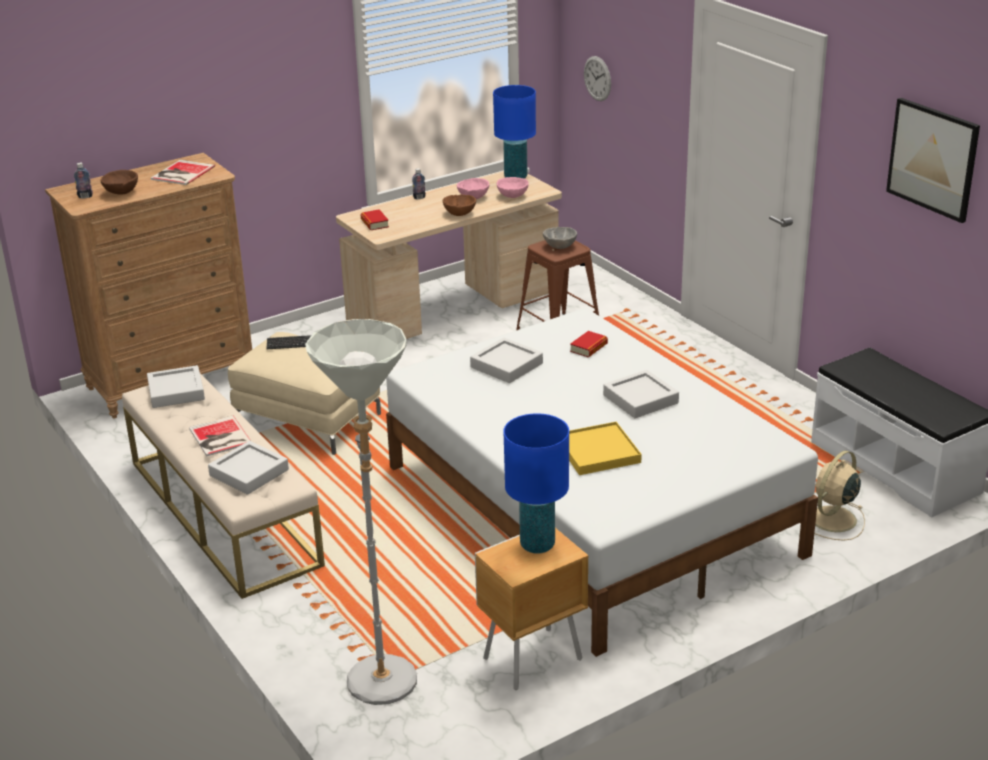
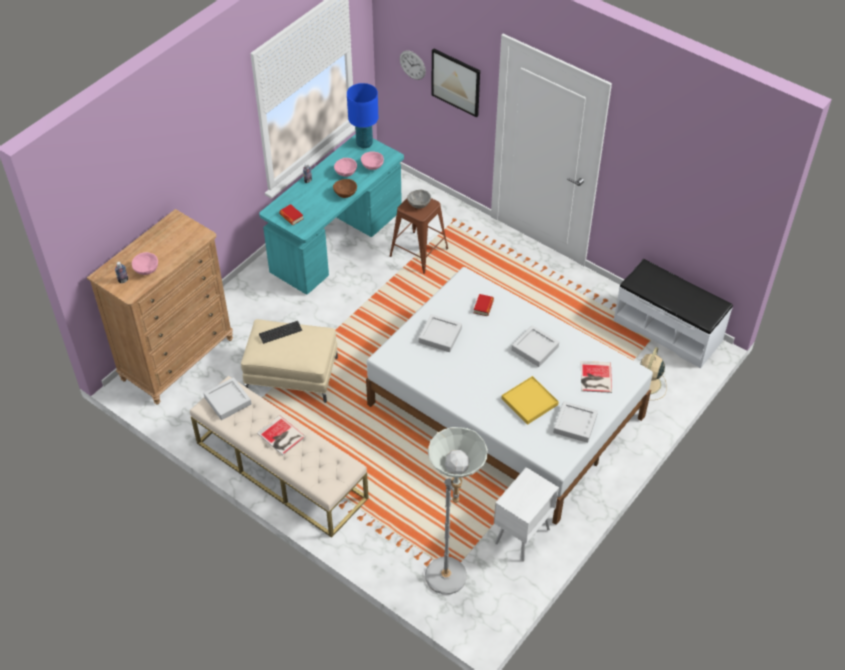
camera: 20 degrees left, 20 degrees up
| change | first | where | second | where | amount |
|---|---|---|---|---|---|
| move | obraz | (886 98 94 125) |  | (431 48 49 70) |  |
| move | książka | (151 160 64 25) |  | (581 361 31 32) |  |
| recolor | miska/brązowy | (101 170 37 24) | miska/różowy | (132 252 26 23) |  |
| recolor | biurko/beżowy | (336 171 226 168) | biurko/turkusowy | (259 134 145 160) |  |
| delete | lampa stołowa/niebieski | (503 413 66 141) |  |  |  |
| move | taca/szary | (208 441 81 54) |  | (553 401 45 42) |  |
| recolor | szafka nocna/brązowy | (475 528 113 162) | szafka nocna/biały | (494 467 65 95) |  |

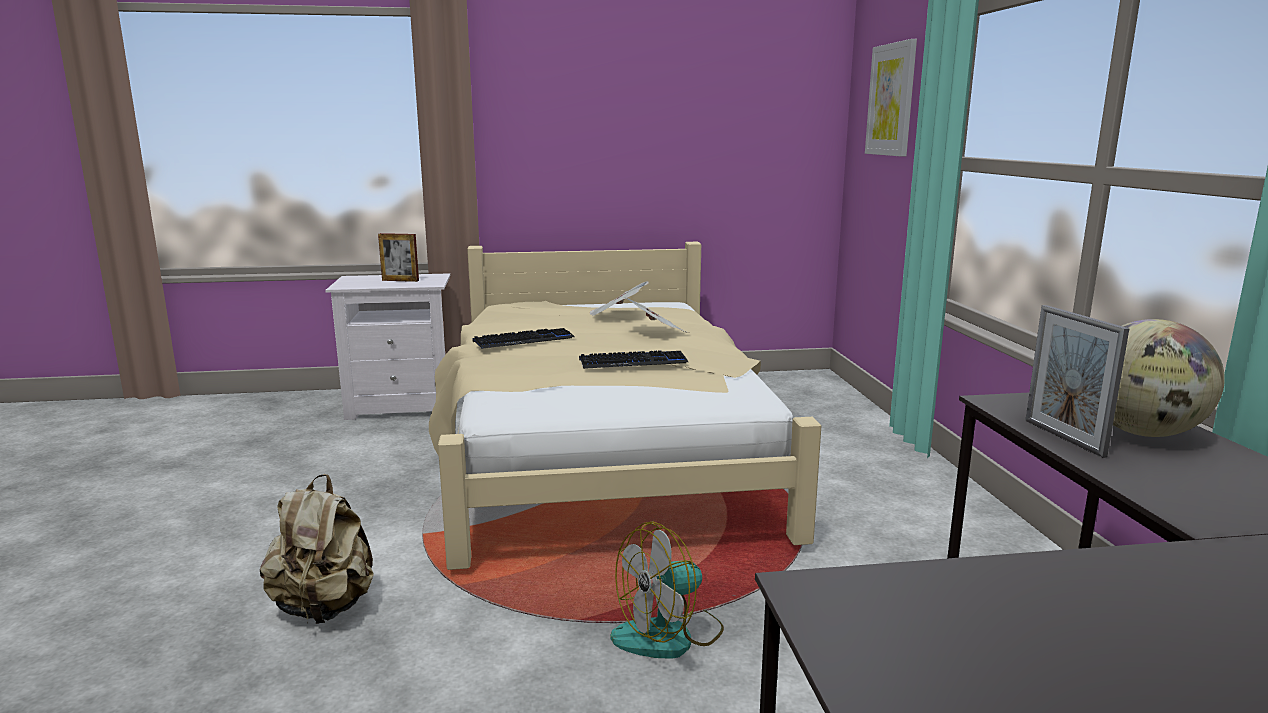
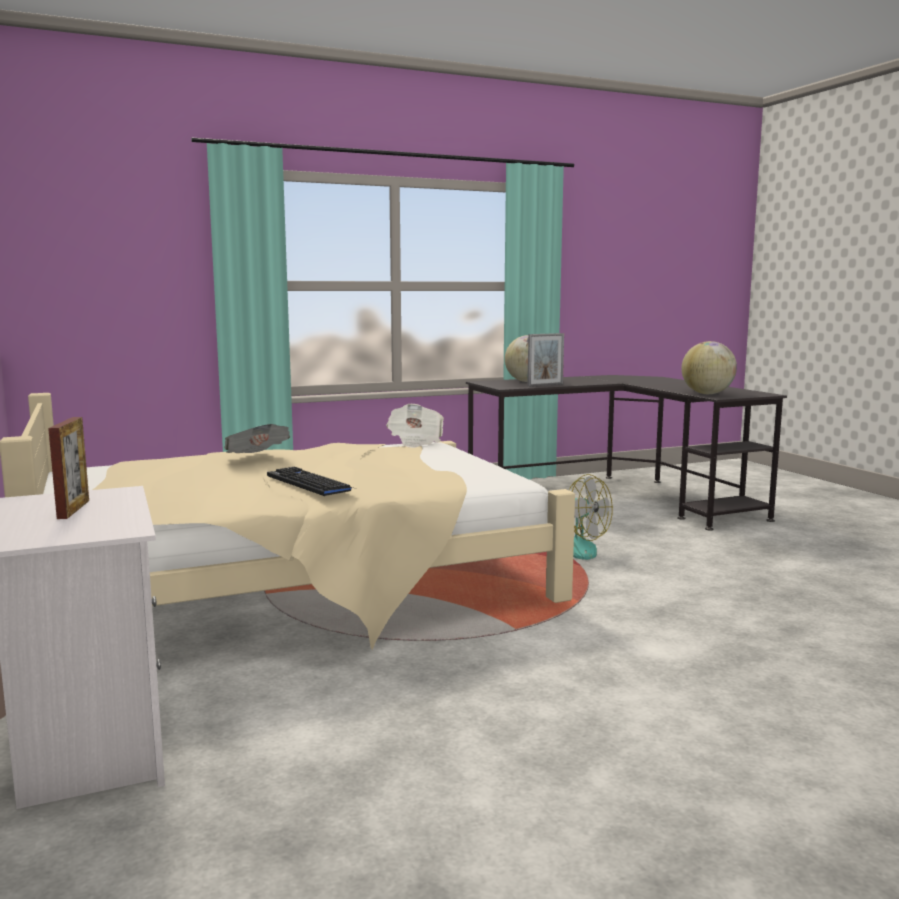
camera: 105 degrees left, 5 degrees down
| change | first | where | second | where | amount |
|---|---|---|---|---|---|
| delete | obraz | (865 39 52 118) |  |  |  |
| move | gazeta | (589 281 60 35) |  | (386 404 58 44) |  |
| delete | klawiatura | (579 350 109 19) |  |  |  |
| delete | plecak/beżowy | (260 474 114 150) |  |  |  |
| insert |  |  | globus | (681 341 56 53) |  |

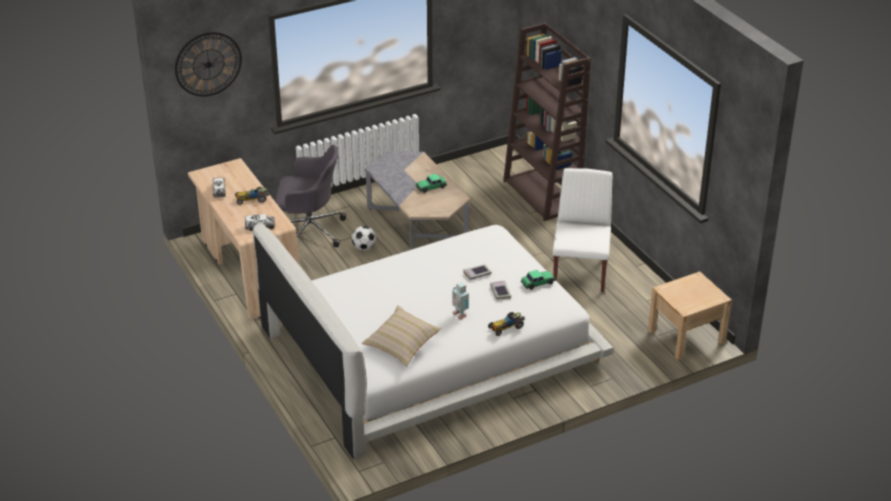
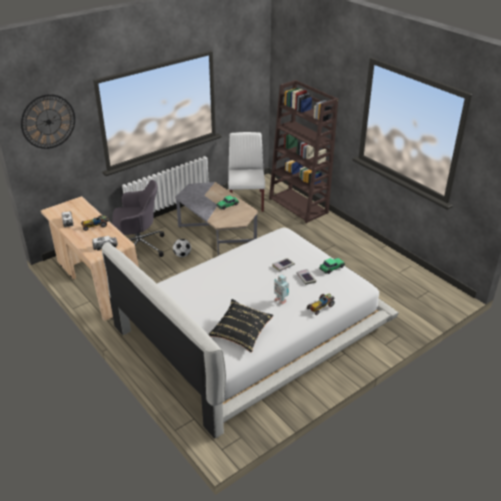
camera: 10 degrees left, 0 degrees up
| change | first | where | second | where | amount |
|---|---|---|---|---|---|
| move | krzesło/biały | (553 168 59 125) |  | (228 132 37 80) |  |
| delete | szafka nocna/beżowy | (648 271 84 89) |  |  |  |
| recolor | poduszka/beżowy | (362 305 79 62) | poduszka/czarny | (208 299 65 54) |  |

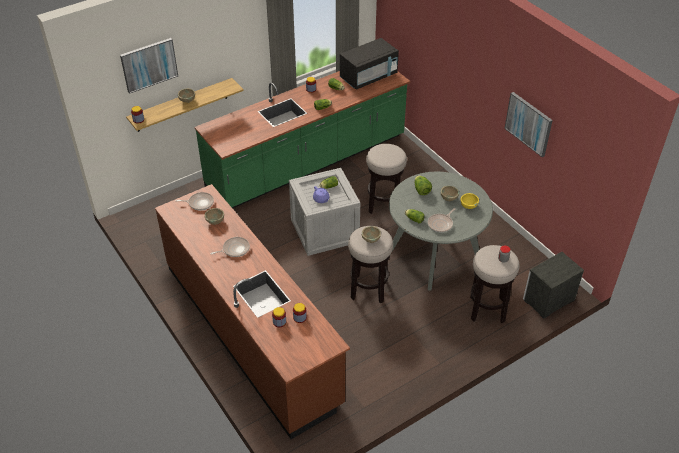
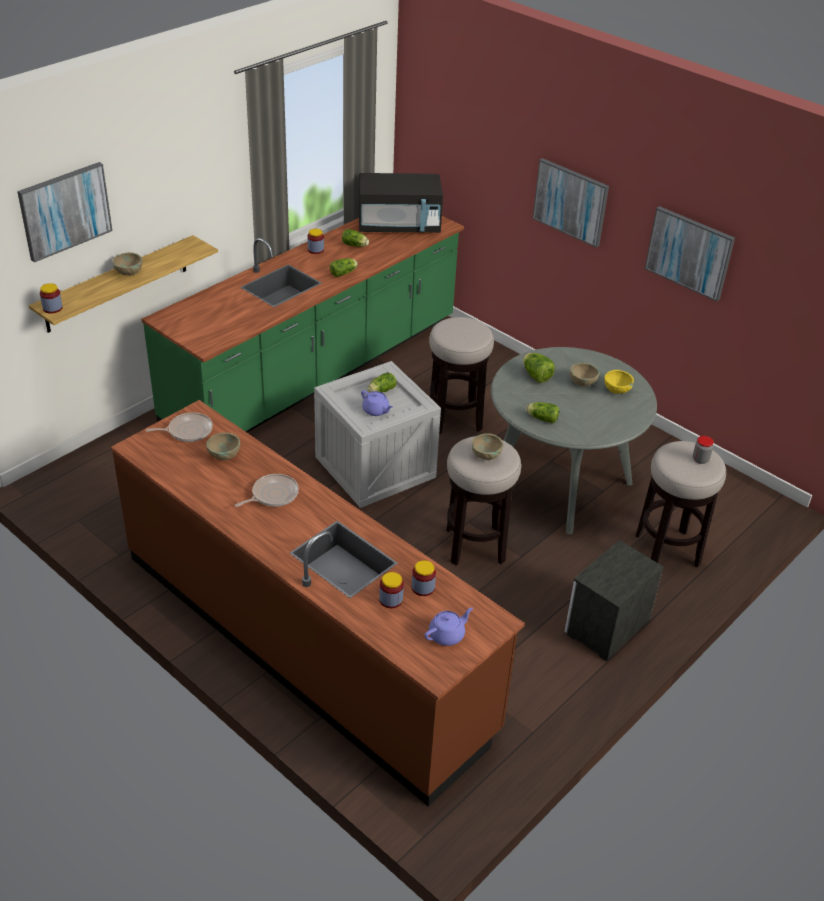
camera: 15 degrees left, 5 degrees down
| change | first | where | second | where | amount |
|---|---|---|---|---|---|
| rotate | mikrofalówka/czarny | (340 38 59 52) |  | (359 173 84 59) | 45 degrees clockwise |
| delete | patelnia | (428 208 27 24) |  |  |  |
| move | szafka nocna | (523 252 61 67) |  | (565 540 99 121) |  |
| insert |  |  | obraz | (532 158 77 90) |  |
| insert |  |  | imbryk/fioletowy | (425 608 48 38) |  |

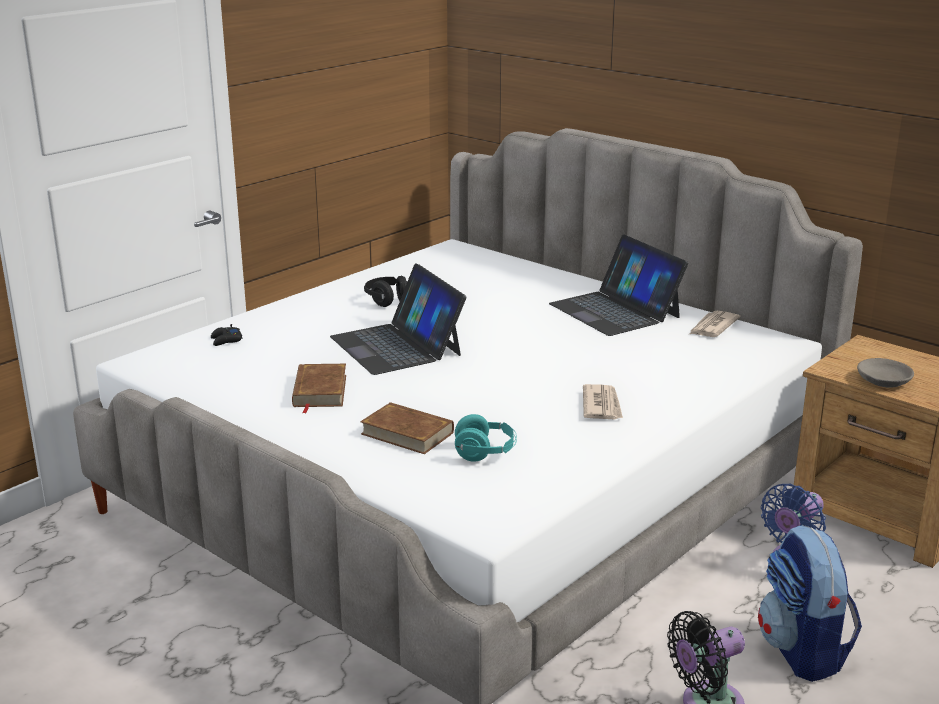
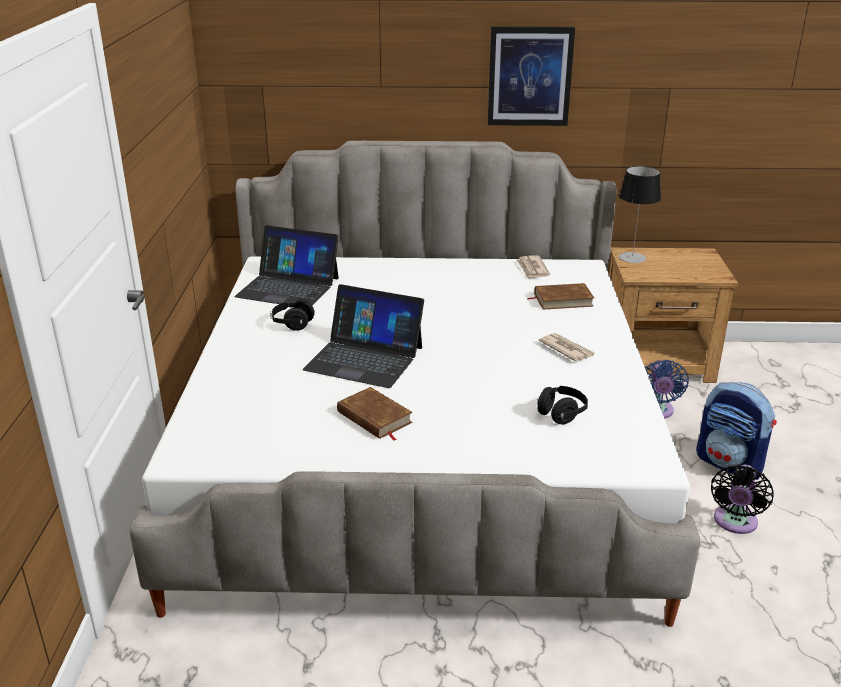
camera: 40 degrees left, 5 degrees up
| change | first | where | second | where | amount |
|---|---|---|---|---|---|
| move | laptop | (549 234 139 102) |  | (235 225 104 81) |  |
| delete | pad do gier/czarny | (211 324 31 22) |  |  |  |
| delete | miska/szary | (857 358 57 30) |  |  |  |
| move | książka/brązowy | (360 402 94 52) |  | (528 283 66 27) |  |
| recolor | słuchawki/turkusowy | (455 414 62 48) | słuchawki/czarny | (537 386 51 38) |  |
| insert |  |  | obraz | (488 26 87 100) |  |
| insert |  |  | lampa stołowa | (619 166 42 97) |  |

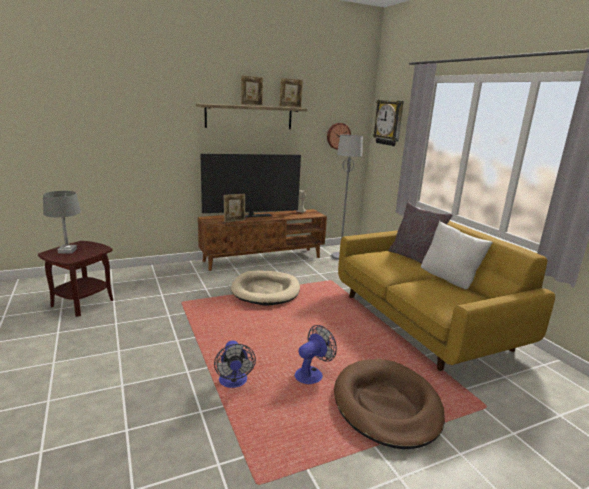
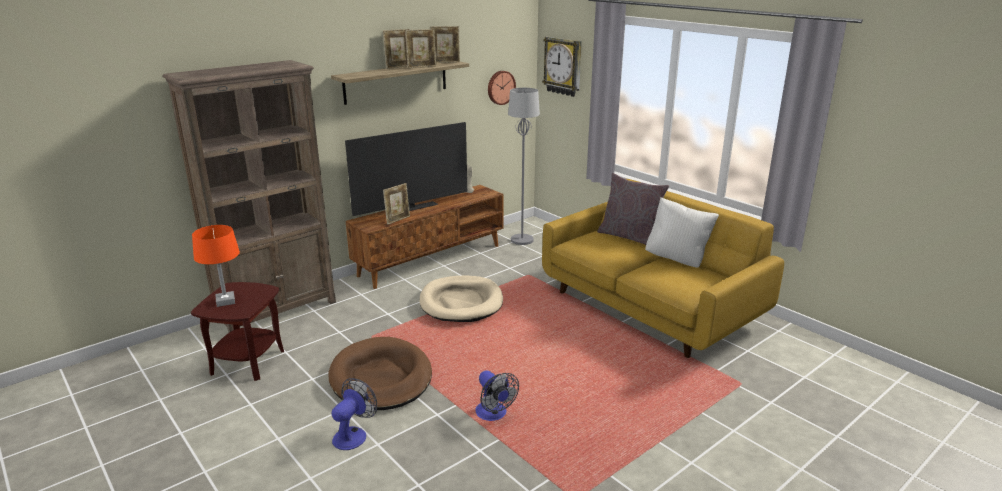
camera: 15 degrees left, 5 degrees up
| change | first | where | second | where | amount |
|---|---|---|---|---|---|
| recolor | lampa stołowa/szary | (43 191 38 63) | lampa stołowa/pomarańczowy | (192 225 48 82) |  |
| move | wentylator | (295 325 42 59) |  | (331 378 46 72) |  |
| move | legowisko/brązowy | (334 359 111 90) |  | (329 337 103 73) |  |
| insert |  |  | ramka na zdjęcie | (405 29 31 40) |  |
| insert |  |  | regał/brązowy | (162 60 174 273) |  |

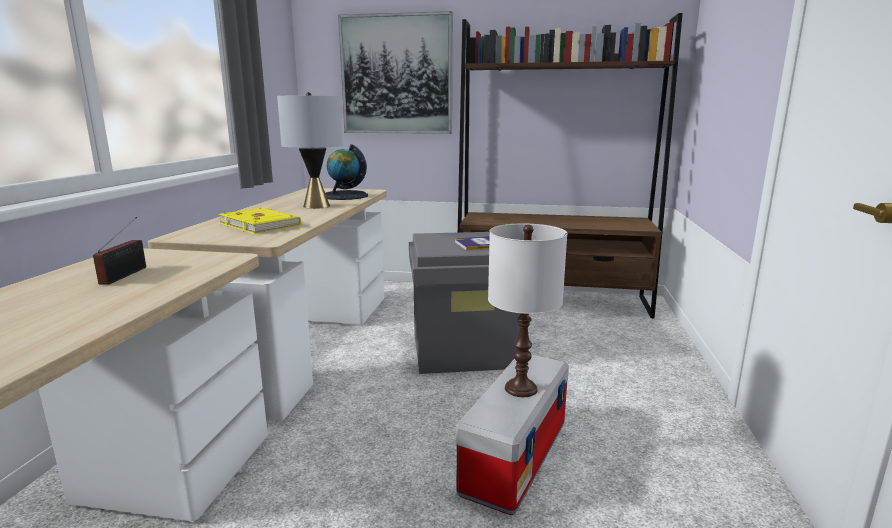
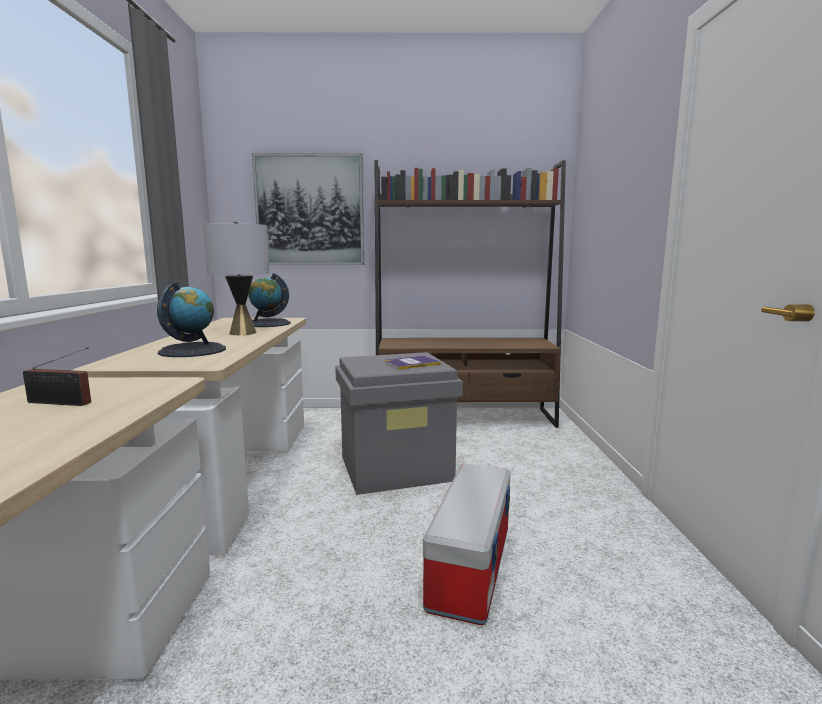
camera: 10 degrees left, 5 degrees down
| change | first | where | second | where | amount |
|---|---|---|---|---|---|
| replace | książka/żółty | (218 208 83 26) | globus | (157 281 69 76) |  |
| rotate | radio | (93 217 53 68) |  | (23 347 68 59) | 105 degrees clockwise |
| delete | lampa stołowa/biały | (488 223 79 174) |  |  |  |

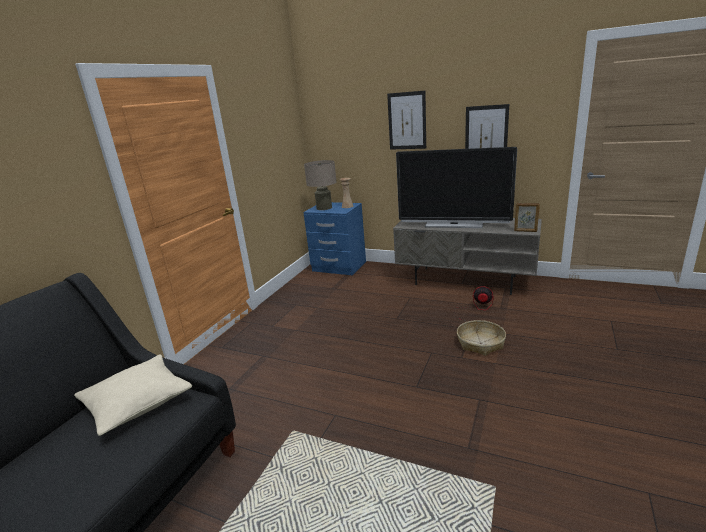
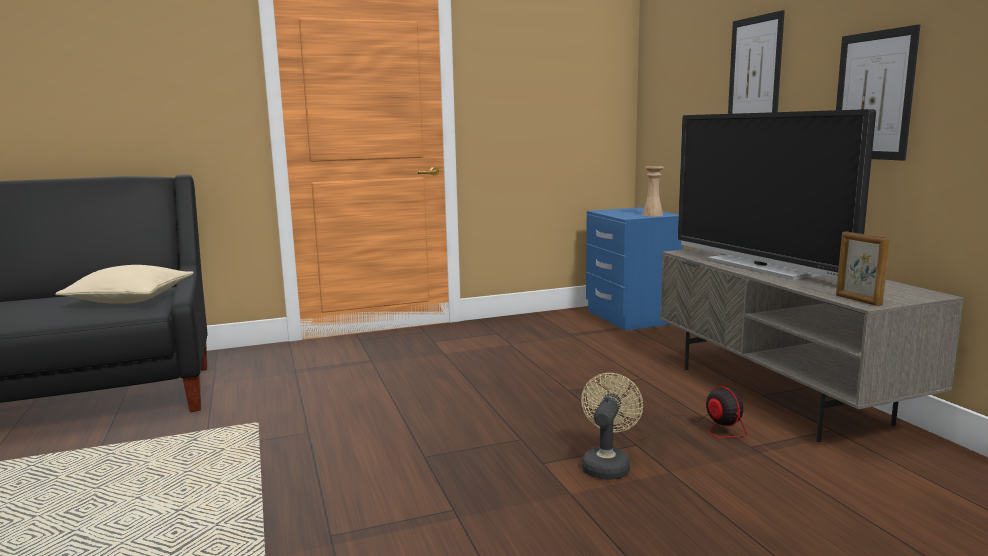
camera: 45 degrees right, 10 degrees down
| change | first | where | second | where | amount |
|---|---|---|---|---|---|
| delete | lampa stołowa/beżowy | (304 160 32 50) |  |  |  |
| replace | koszyk | (457 320 49 36) | wentylator/beżowy | (581 373 62 107) |  |

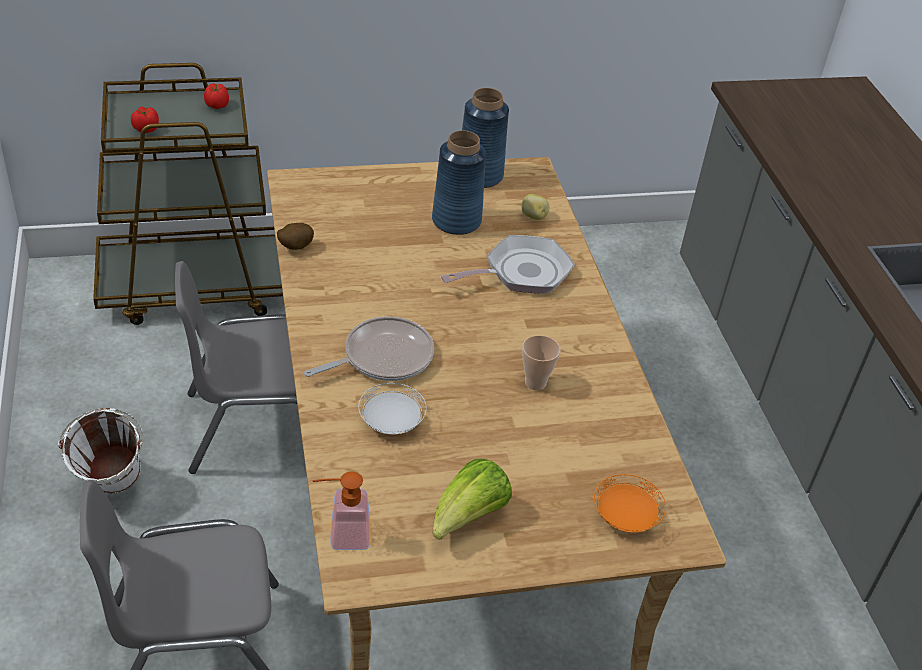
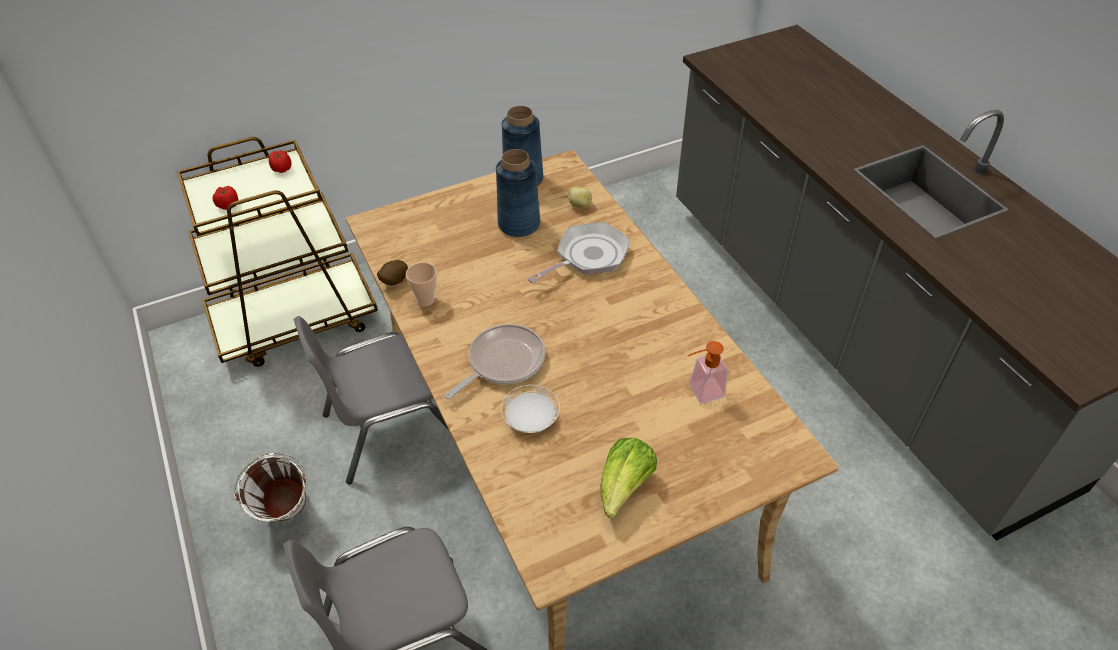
camera: 10 degrees left, 5 degrees up
| change | first | where | second | where | amount |
|---|---|---|---|---|---|
| move | filiżanka | (522 335 39 55) |  | (406 262 31 44) |  |
| move | dozownik mydła | (312 471 58 79) |  | (687 341 40 62) |  |
| delete | talerz/pomarańczowy | (594 474 72 59) |  |  |  |

